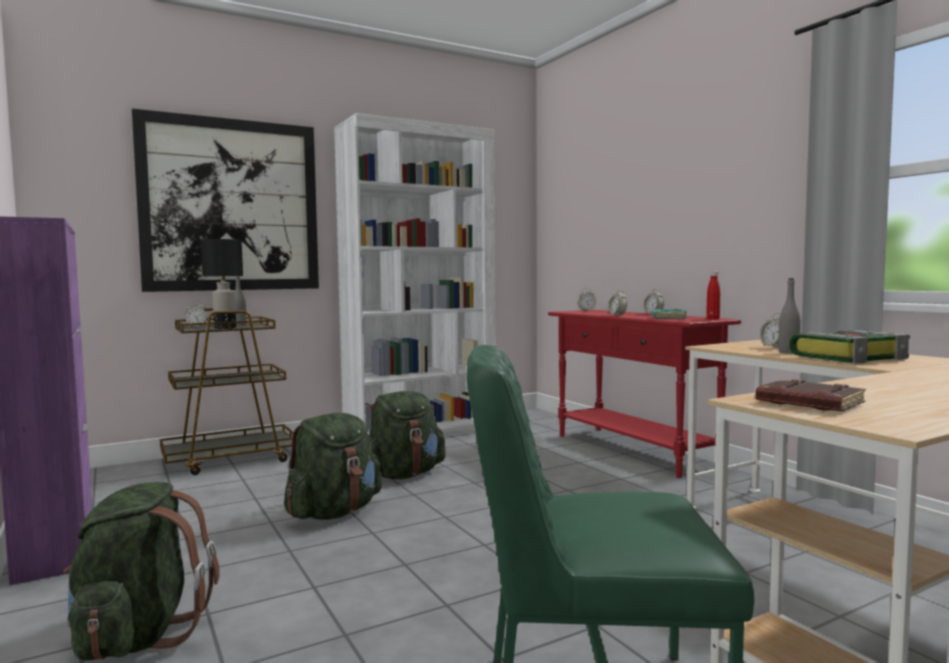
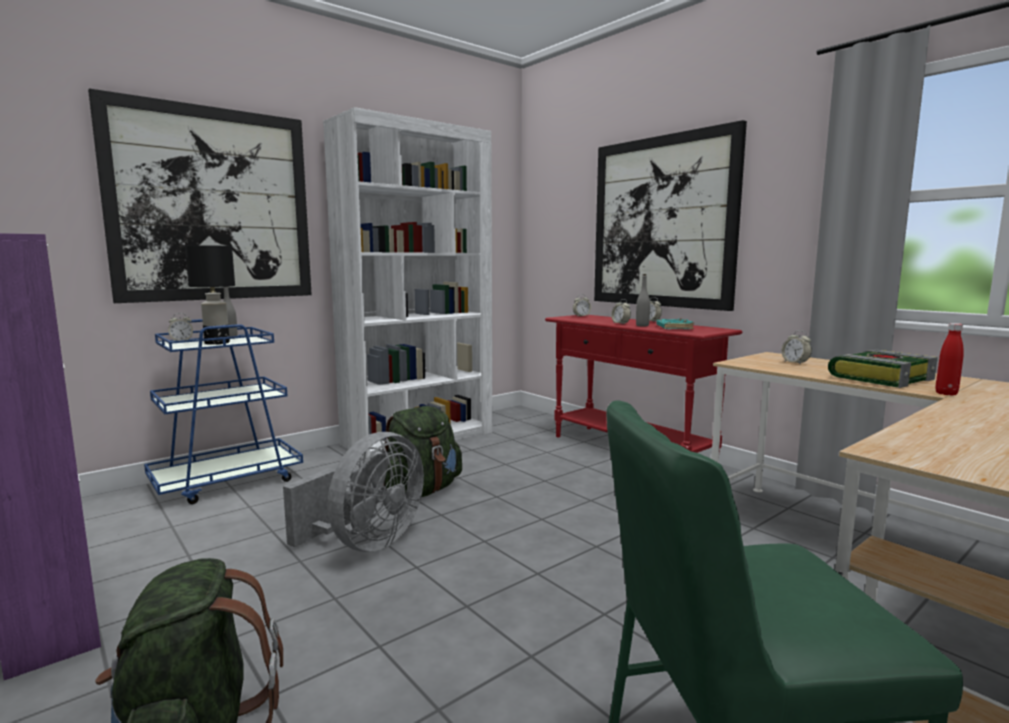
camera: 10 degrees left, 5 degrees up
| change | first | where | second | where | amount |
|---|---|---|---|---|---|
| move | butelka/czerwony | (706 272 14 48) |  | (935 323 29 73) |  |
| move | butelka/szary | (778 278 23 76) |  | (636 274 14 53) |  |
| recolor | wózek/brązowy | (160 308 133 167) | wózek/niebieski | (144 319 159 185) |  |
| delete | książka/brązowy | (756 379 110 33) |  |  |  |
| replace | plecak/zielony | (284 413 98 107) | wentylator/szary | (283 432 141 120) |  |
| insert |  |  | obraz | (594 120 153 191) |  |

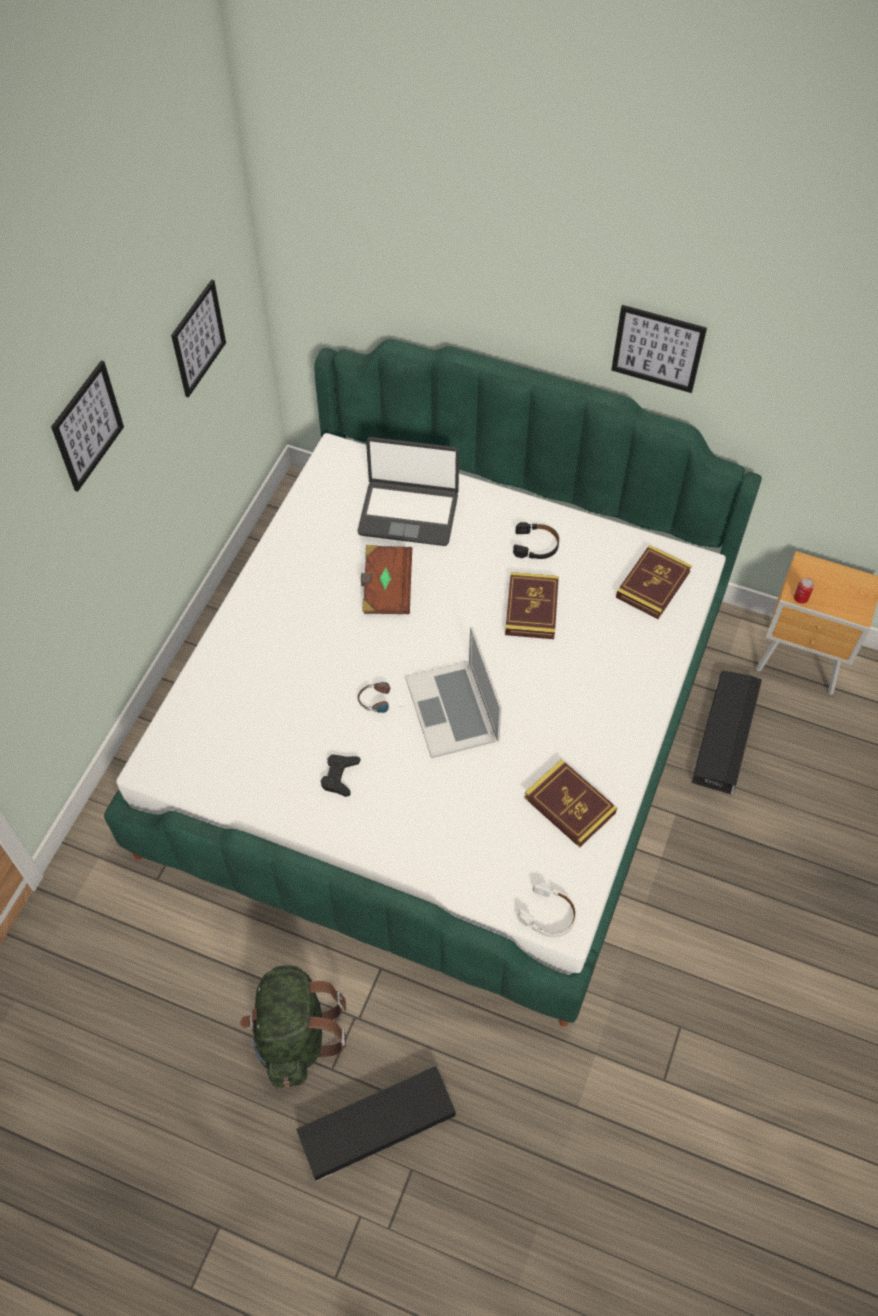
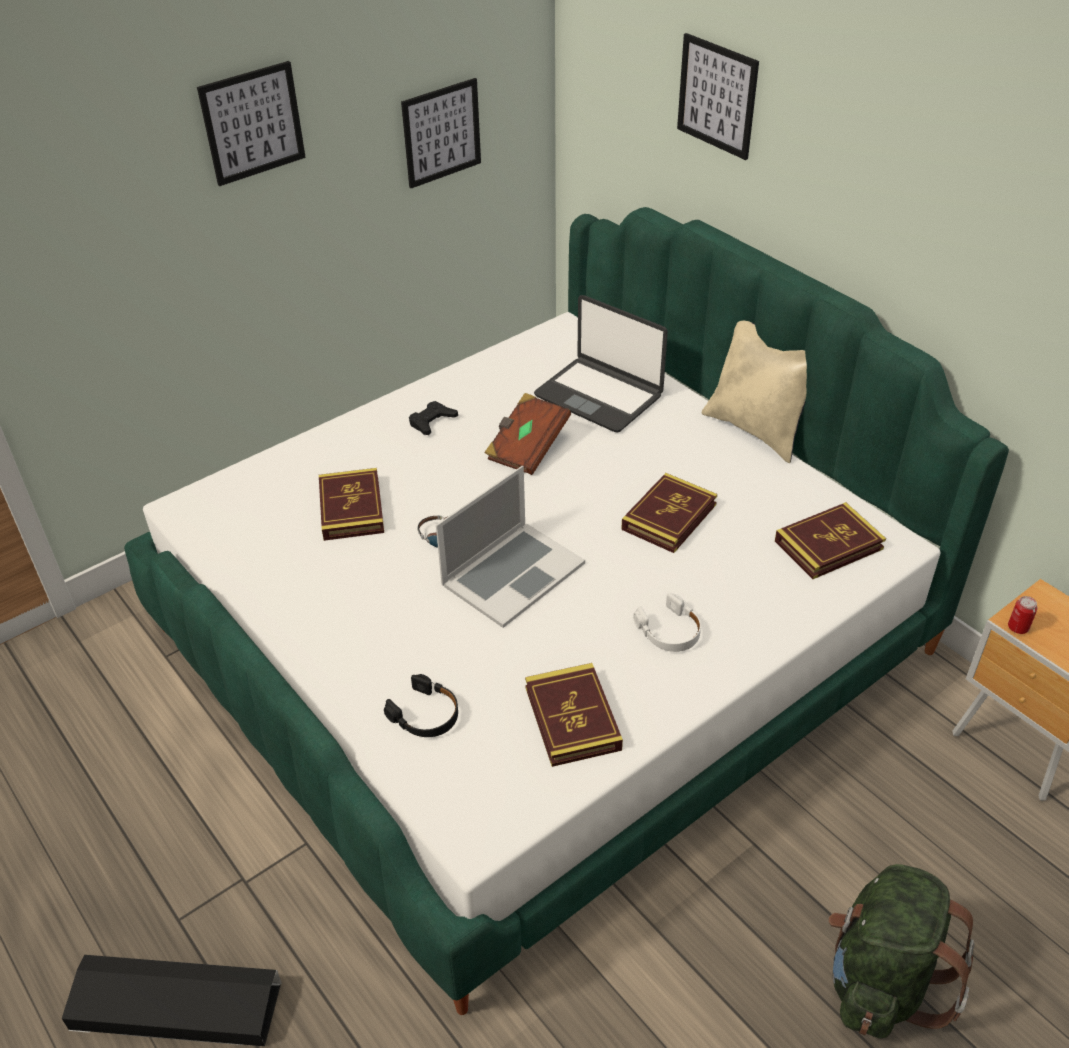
camera: 30 degrees right, 15 degrees down
| change | first | where | second | where | amount |
|---|---|---|---|---|---|
| move | obraz | (611 305 96 88) |  | (677 33 82 127) |  |
| move | słuchawki/czarny | (513 522 46 37) |  | (384 674 74 63) |  |
| rotate | laptop | (405 626 97 132) |  | (436 466 149 162) | 150 degrees counterclockwise |
| delete | pojemnik do przechowywania/czarny | (691 670 71 125) |  |  |  |
| move | pad do gier/czarny | (321 755 40 42) |  | (409 401 49 34) |  |
| move | słuchawki/biały | (518 882 58 56) |  | (633 593 68 59) |  |
| move | plecak/zielony | (240 965 106 123) |  | (829 864 146 174) |  |
| insert |  |  | poduszka/beżowy | (701 321 106 142) |  |
| insert |  |  | książka | (319 468 65 73) |  |

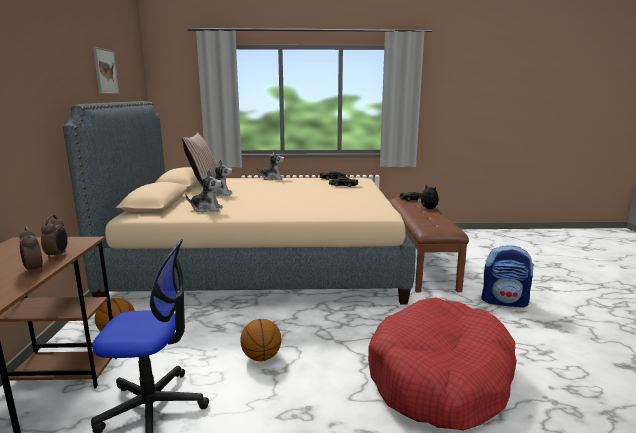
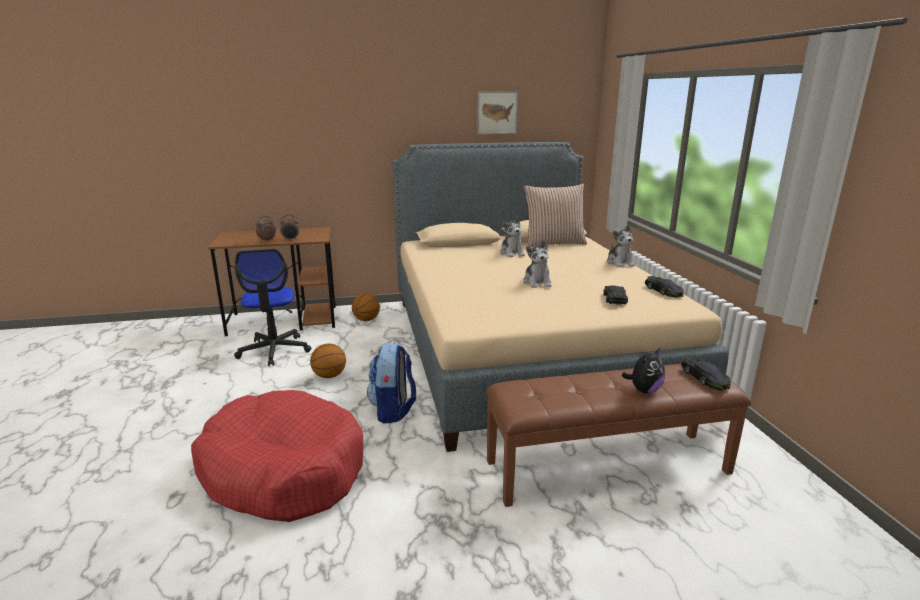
camera: 80 degrees right, 5 degrees up
| change | first | where | second | where | amount |
|---|---|---|---|---|---|
| move | pluszak | (185 170 38 42) |  | (523 240 29 48) |  |
| move | plecak | (481 245 53 63) |  | (367 342 49 82) |  |

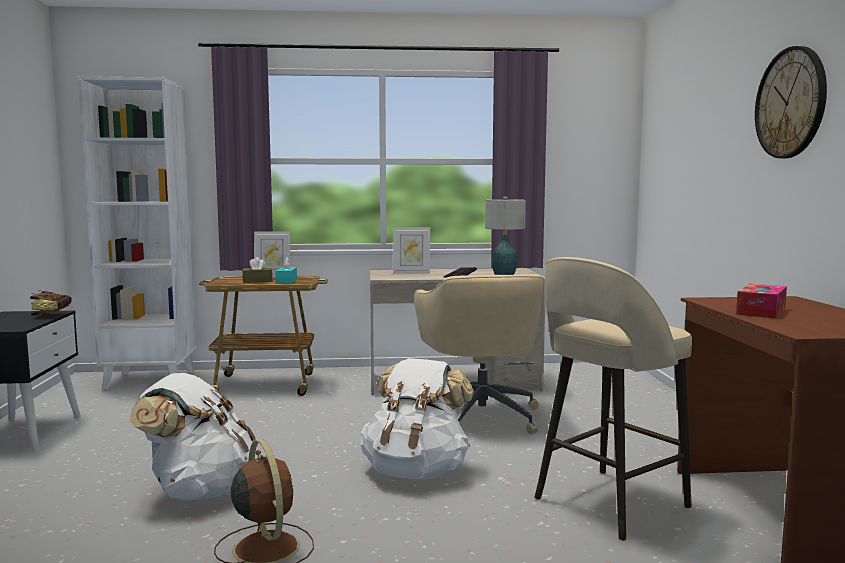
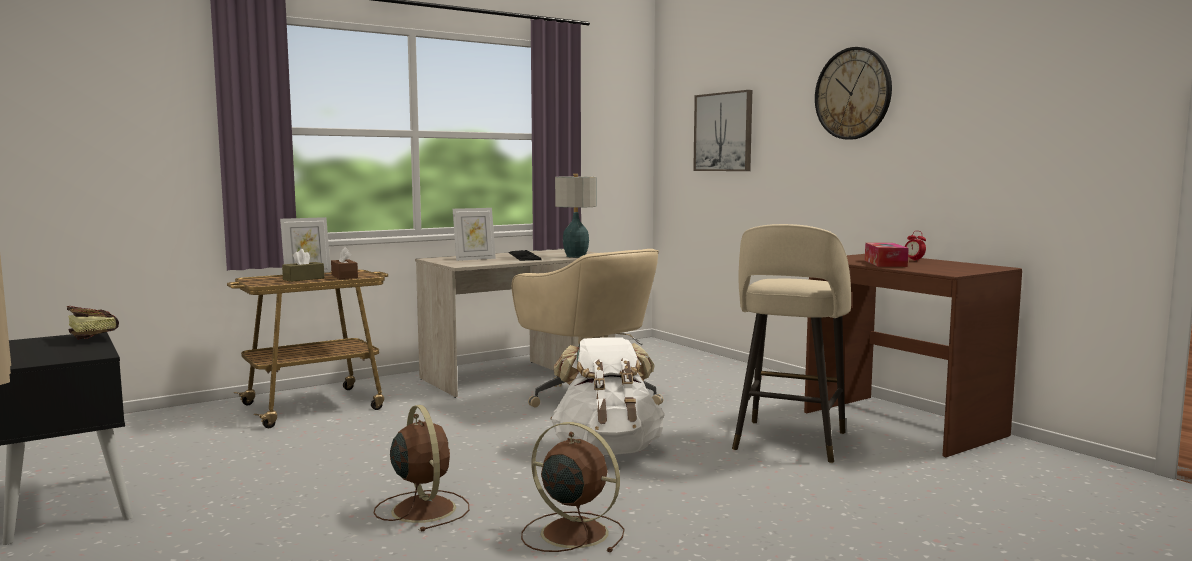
camera: 30 degrees left, 0 degrees up
| change | first | where | second | where | amount |
|---|---|---|---|---|---|
| delete | regał/biały | (78 76 118 314) |  |  |  |
| recolor | pudełko chusteczek/turkusowy | (275 257 22 26) | pudełko chusteczek/brązowy | (331 247 27 32) |  |
| replace | plecak/biały | (130 373 127 128) | wentylator/brązowy | (374 405 95 127) |  |
| insert |  |  | obraz | (693 90 59 81) |  |
| insert |  |  | budzik | (905 231 21 30) |  |

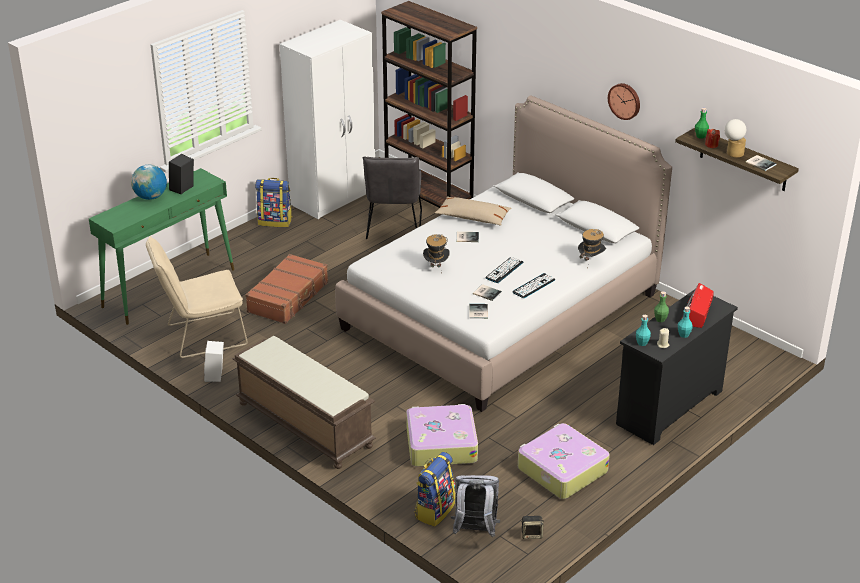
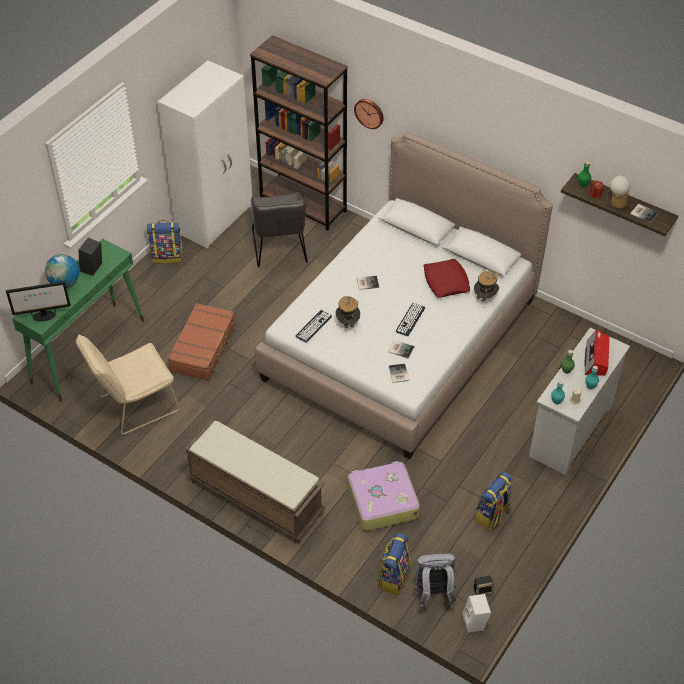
camera: 10 degrees left, 15 degrees up
| change | first | where | second | where | amount |
|---|---|---|---|---|---|
| move | zegar ścienny | (608 83 32 37) |  | (354 99 30 30) |  |
| delete | poduszka/beżowy | (435 197 76 29) |  |  |  |
| move | klawiatura | (512 273 43 25) |  | (295 310 37 33) |  |
| recolor | komoda/czarny | (616 289 122 156) | komoda/biały | (529 328 101 147) |  |
| move | głośnik/biały | (204 341 20 41) |  | (463 594 28 39) |  |
| replace | walizka | (518 423 92 76) | plecak | (475 472 38 58) |  |
| insert |  |  | poduszka/czerwony | (424 259 46 39) |  |
| insert |  |  | monitor | (6 281 65 40) |  |

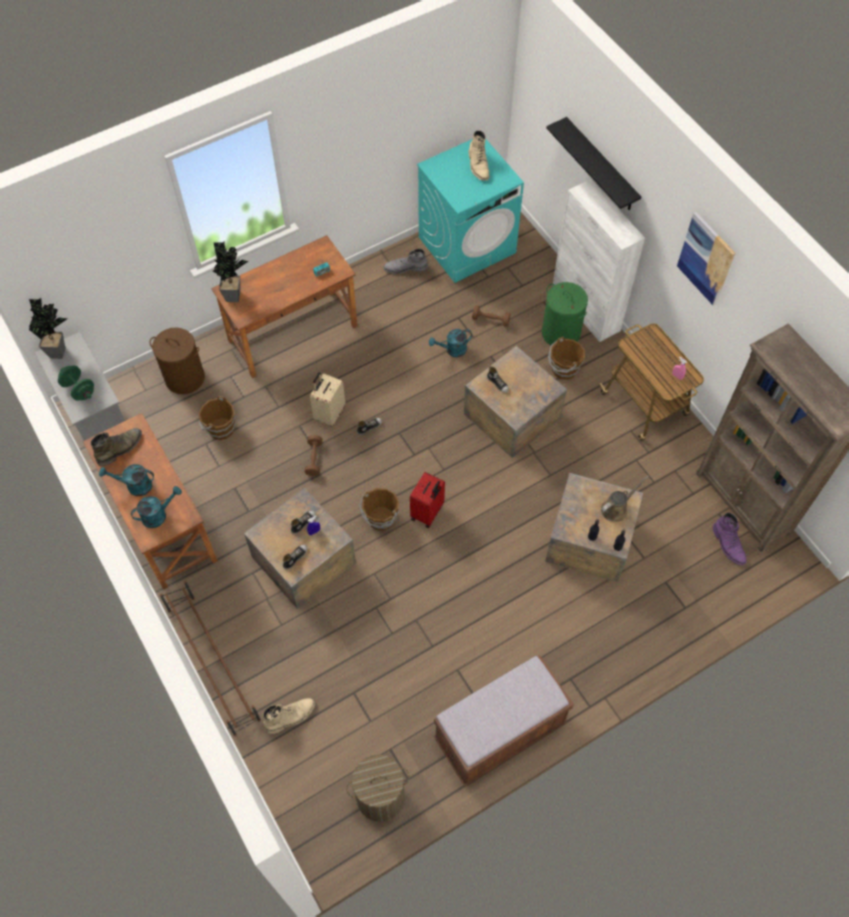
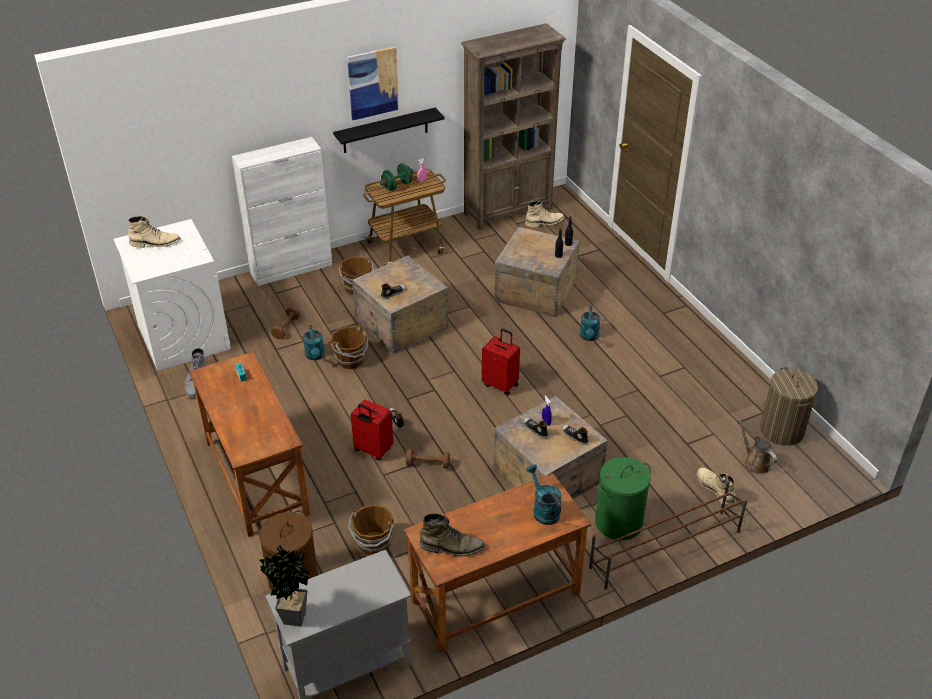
camera: 85 degrees left, 20 degrees down
| change | first | where | second | where | amount |
|---|---|---|---|---|---|
| move | półka/czarny | (546 117 95 93) |  | (333 108 112 45) |  |
| recolor | pralka/turkusowy | (417 138 107 145) | pralka/biały | (113 219 118 152) |  |
| delete | roślina doniczkowa | (213 241 35 61) |  |  |  |
| move | kosz na pranie/zielony | (542 282 46 63) |  | (595 457 56 83) |  |
| move | hantel/zielony | (58 366 36 35) |  | (380 163 33 28) |  |
| recolor | walizka/beżowy | (310 372 35 54) | walizka/czerwony | (351 399 42 61) |  |
| rotate | but z cholewką/zielony | (91 428 51 38) |  | (419 513 66 44) | 135 degrees clockwise |
| move | konewka/turkusowy | (99 464 55 32) |  | (580 306 20 35) |  |
| move | konewka/brązowy | (601 475 48 47) |  | (738 418 39 56) |  |
| move | wiadro/brązowy | (359 488 40 43) |  | (330 325 38 44) |  |
| recolor | but z cholewką/fioletowy | (713 512 34 53) | but z cholewką/beżowy | (525 201 40 26) |  |
| delete | ławka/brązowy | (433 655 141 132) |  |  |  |

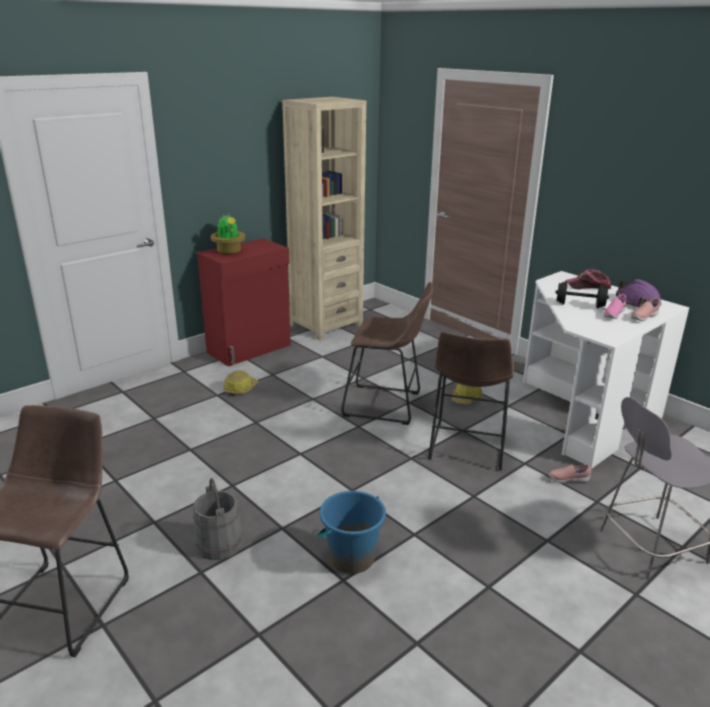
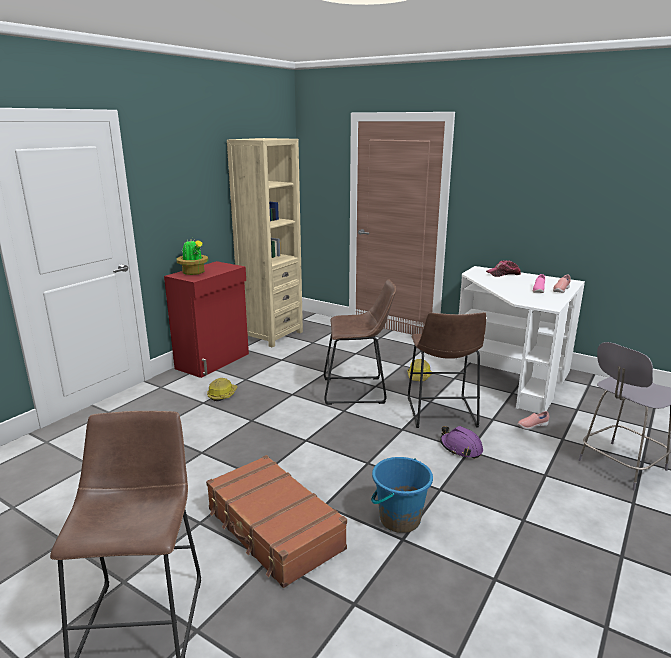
camera: 15 degrees left, 5 degrees down
| change | first | where | second | where | amount |
|---|---|---|---|---|---|
| move | kask/fioletowy | (616 279 45 28) |  | (440 426 43 33) |  |
| delete | hantel/czarny | (555 281 54 27) |  |  |  |
| replace | wiadro/szary | (193 478 50 82) | walizka/brązowy | (206 455 141 133) |  |

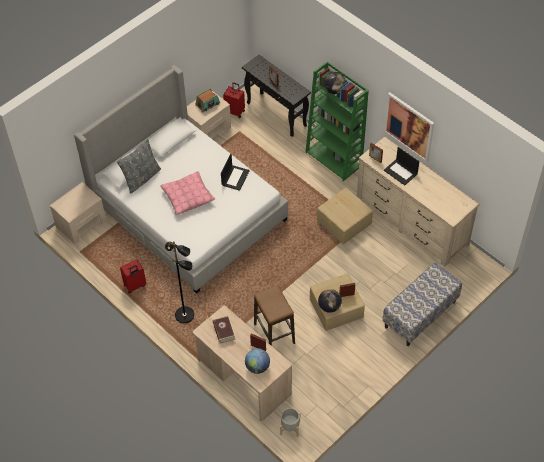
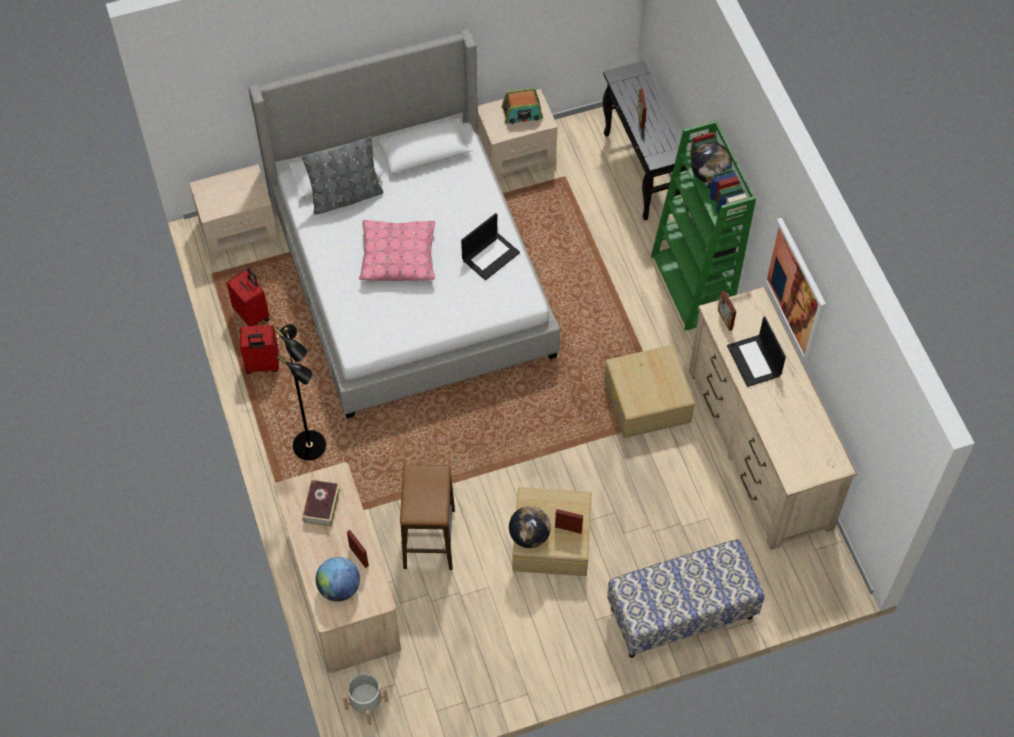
camera: 25 degrees right, 5 degrees up
| change | first | where | second | where | amount |
|---|---|---|---|---|---|
| move | walizka/czerwony | (223 82 22 36) |  | (226 268 43 58) |  |

